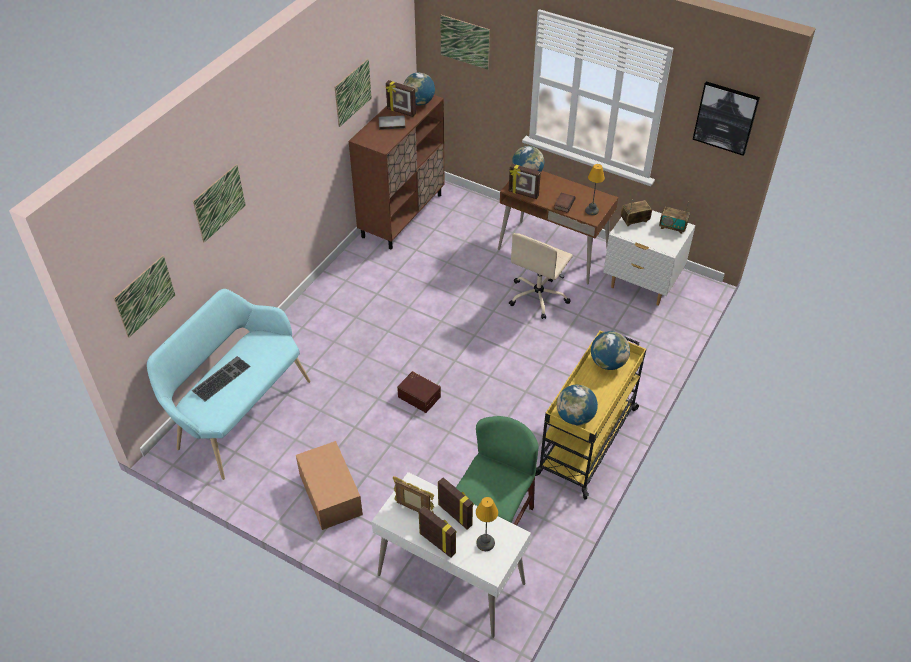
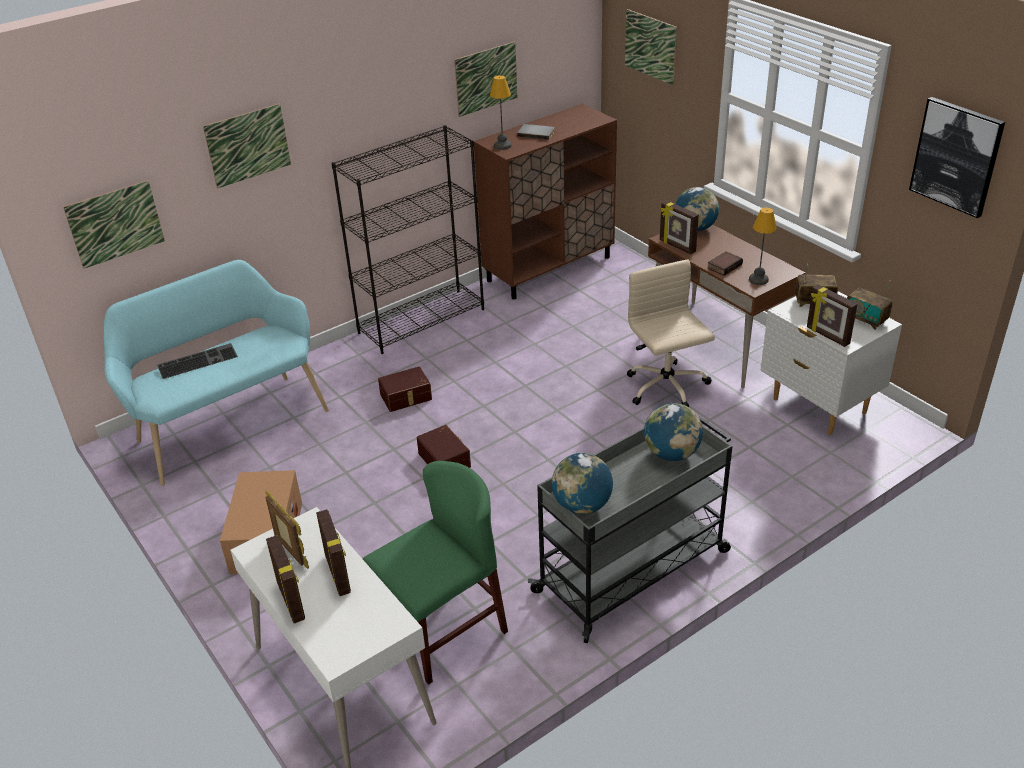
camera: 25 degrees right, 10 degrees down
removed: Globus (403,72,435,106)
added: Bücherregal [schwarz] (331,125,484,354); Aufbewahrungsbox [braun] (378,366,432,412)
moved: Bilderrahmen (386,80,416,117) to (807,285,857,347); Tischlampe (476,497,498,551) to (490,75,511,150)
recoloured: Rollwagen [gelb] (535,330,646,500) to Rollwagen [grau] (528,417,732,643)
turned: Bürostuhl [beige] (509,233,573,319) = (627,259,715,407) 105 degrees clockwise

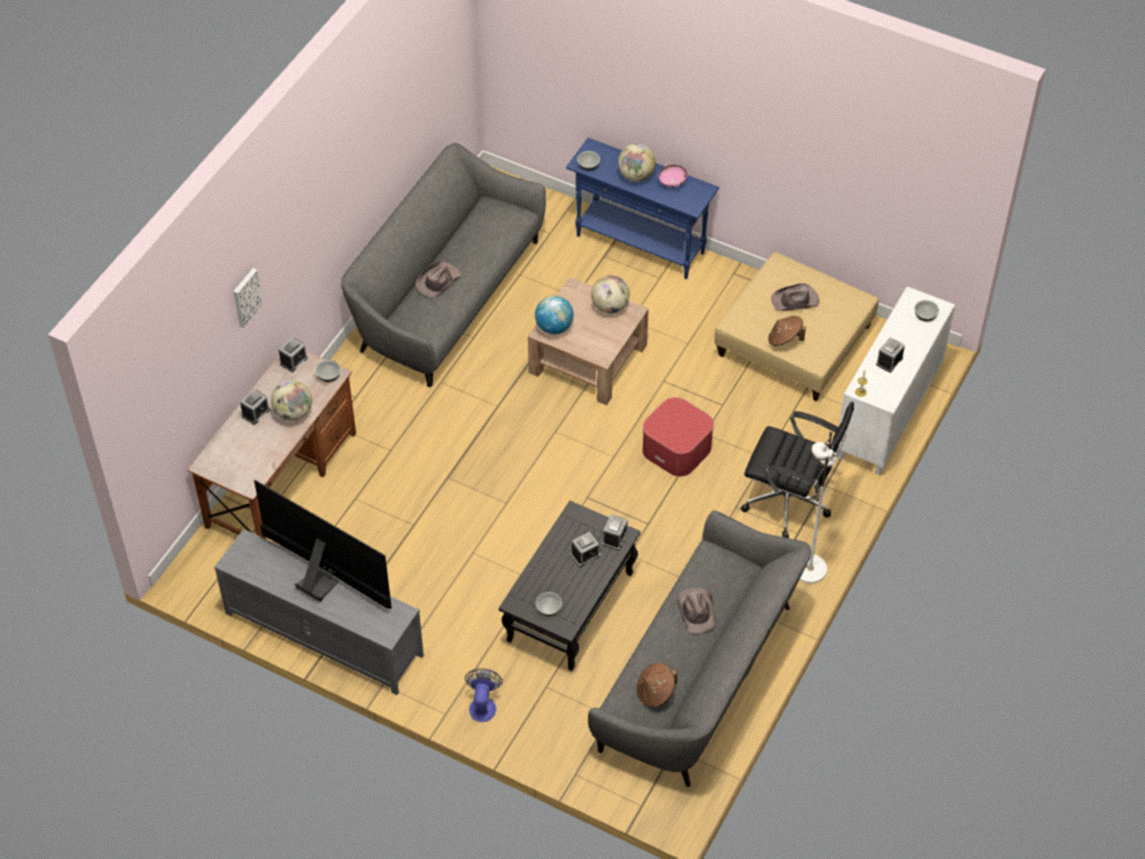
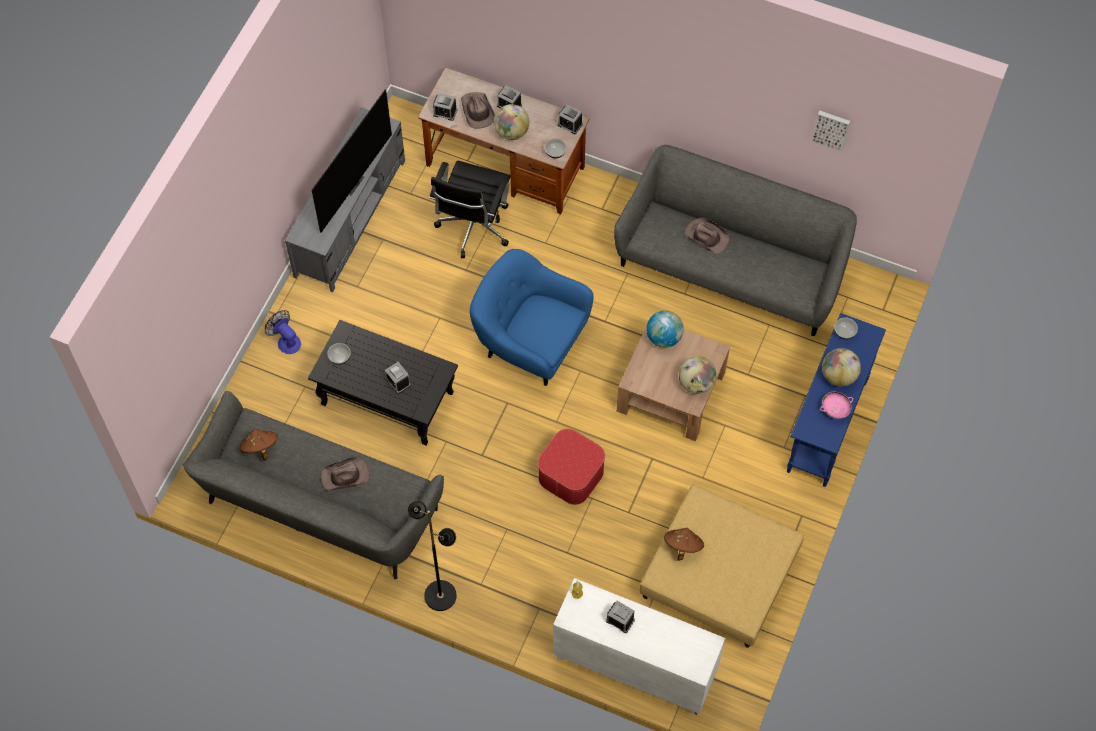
camera: 85 degrees right, 10 degrees up
removed: Schüssel (914,300,939,321)
added: Sessel [blau] (470,249,594,386)
moved: Bild (233,268,263,328) to (812,111,850,152); Wecker (603,515,628,550) to (433,93,457,121); Bürostuhl [schwarz] (741,401,854,538) to (429,161,510,258); Hut [braun] (771,283,819,311) to (461,92,495,128)
recoloured: Stehlampe [weiß] (800,430,837,583) to Stehlampe [schwarz] (408,500,457,611)
turned: Ventilator (465,668,502,722) = (265,310,301,354) 135 degrees counterclockwise

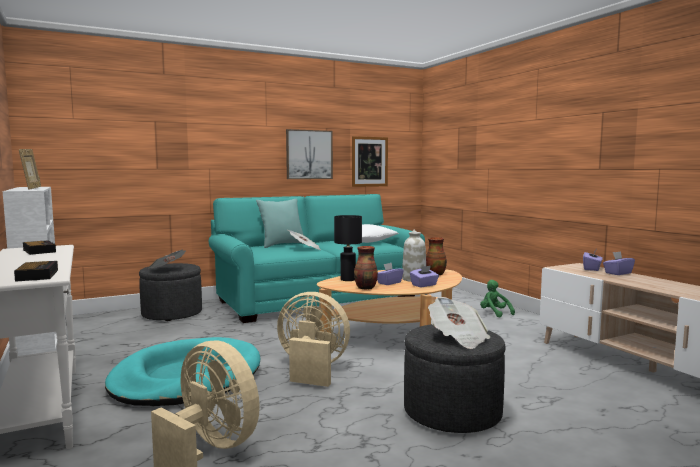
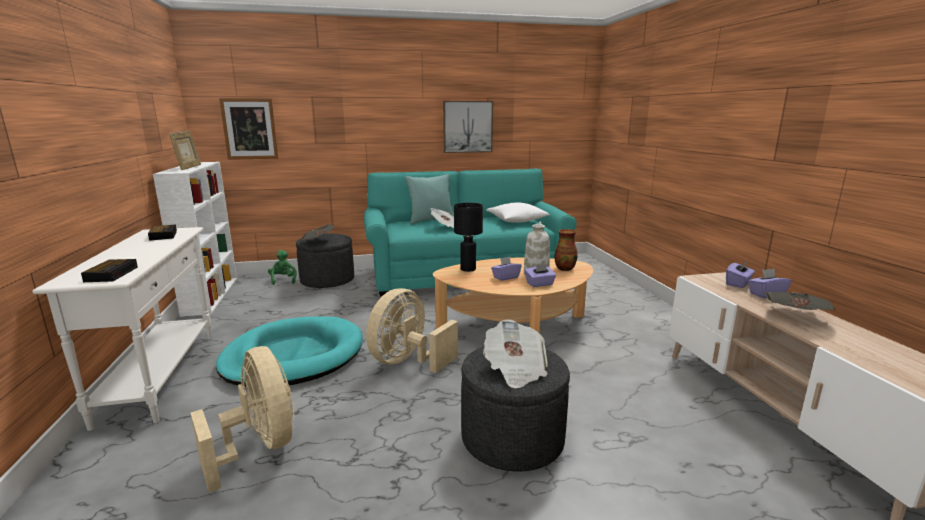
camera: 15 degrees right, 10 degrees up
removed: Vase (354,246,378,289)
added: Zeitung (764,292,836,310)
moved: Bild (352,136,388,187) to (219,98,278,160); Plüschtier [grün] (480,280,515,317) to (268,250,297,285)
turned: Ventilator [beige] (277,292,350,387) = (366,288,458,373) 90 degrees counterclockwise

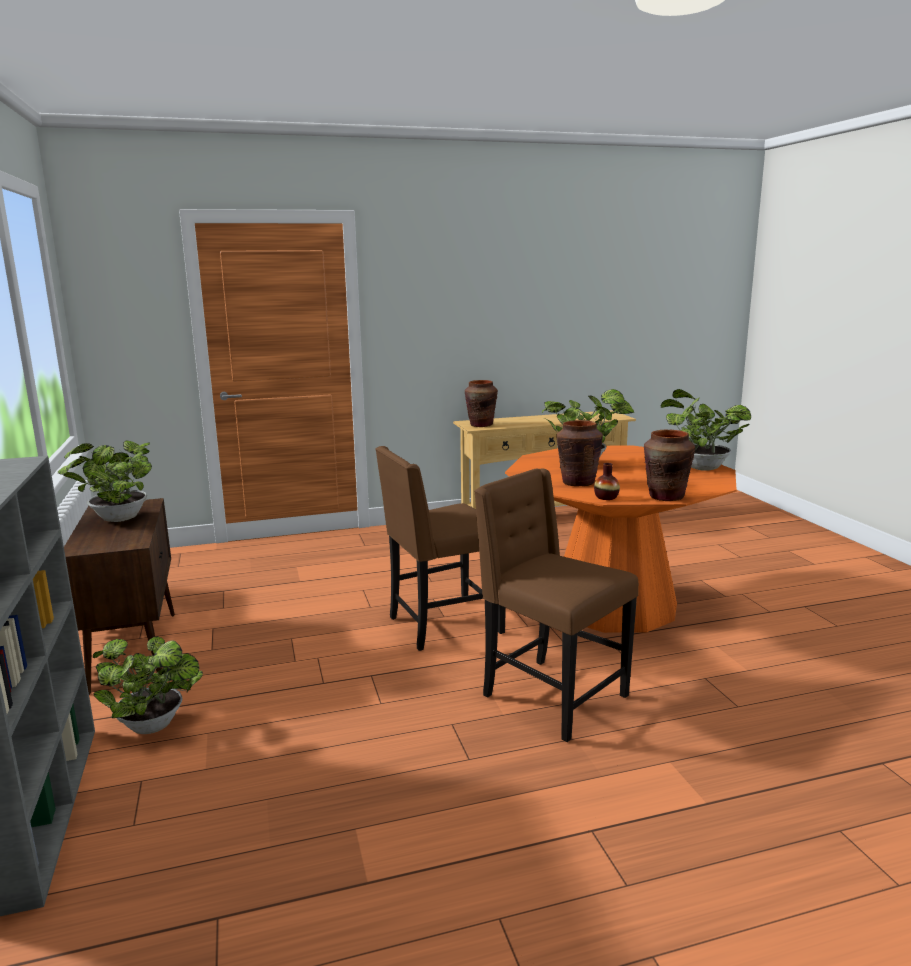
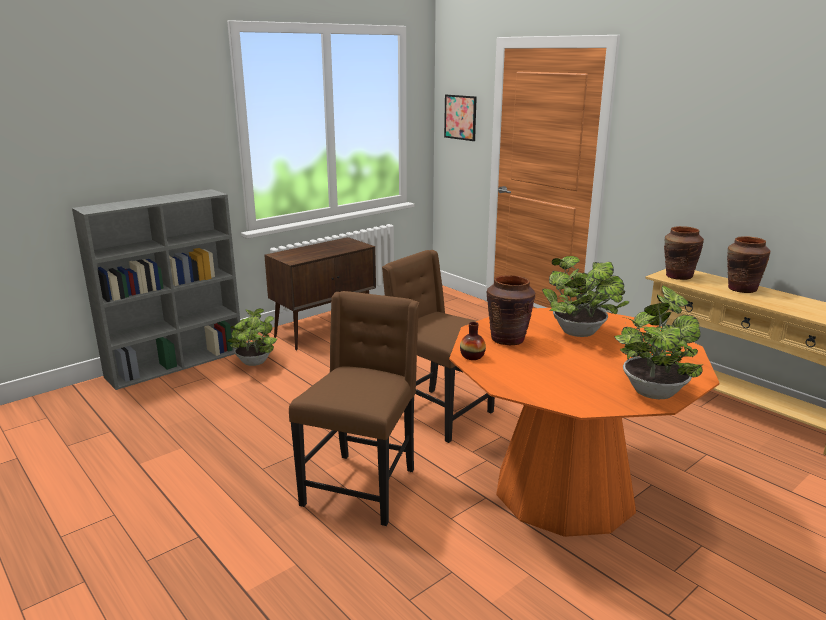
camera: 65 degrees right, 5 degrees up
removed: Topfpflanze (58,440,152,522)
added: Bild (444,95,477,141)
moved: Vase [braun] (644,430,695,501) to (727,236,770,293)

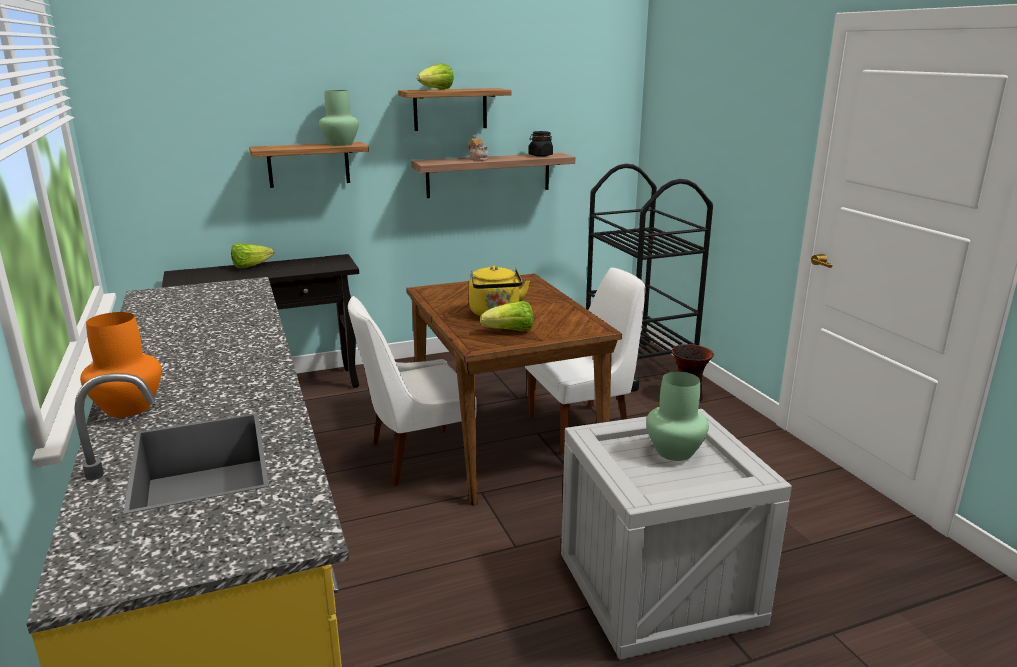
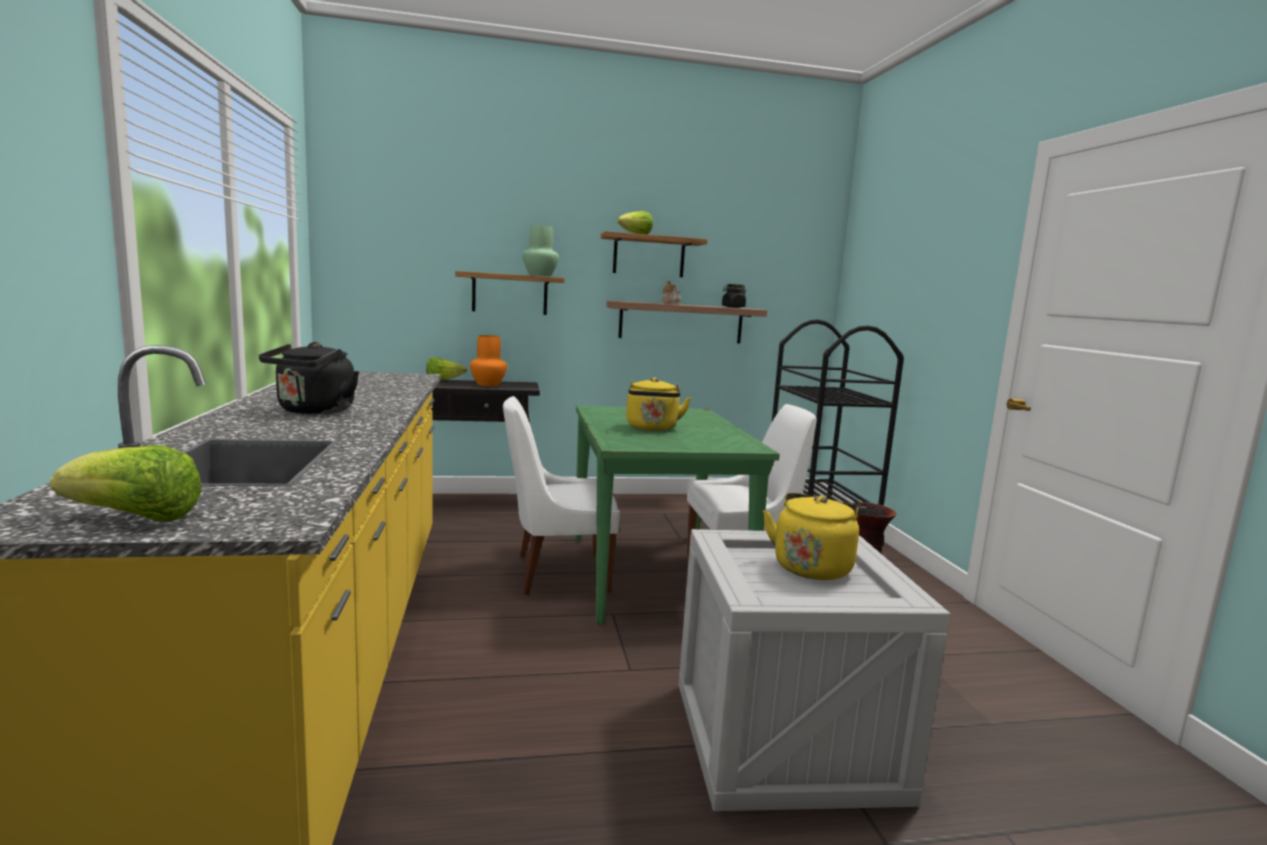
camera: 10 degrees right, 10 degrees down
added: Wasserkessel [schwarz] (259,342,359,415)
moved: Vase [orange] (80,312,161,418) to (470,335,507,386); Salatkopf (480,301,533,332) to (50,445,202,521)
replaced: Vase [grün] (646,372,709,461) to Wasserkessel [gelb] (763,493,867,580)
recoloured: Esstisch [braun] (406,274,622,506) to Esstisch [grün] (575,406,780,624)

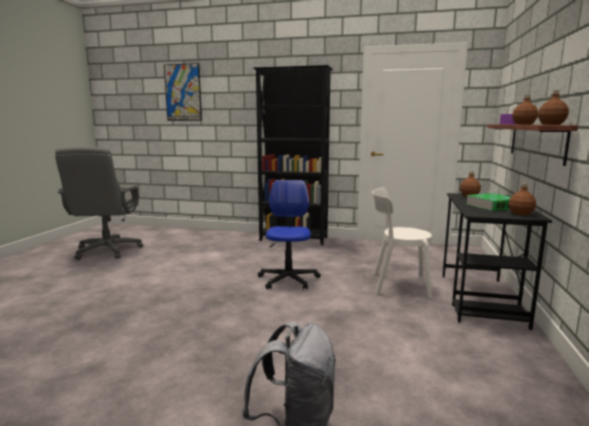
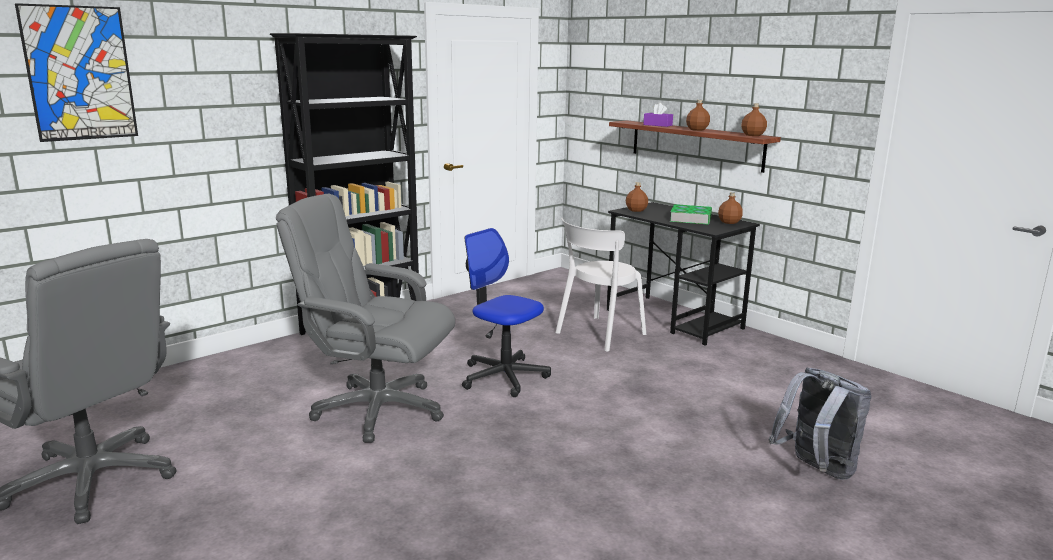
camera: 55 degrees left, 5 degrees up
added: Bürostuhl [grau] (276,194,455,443)

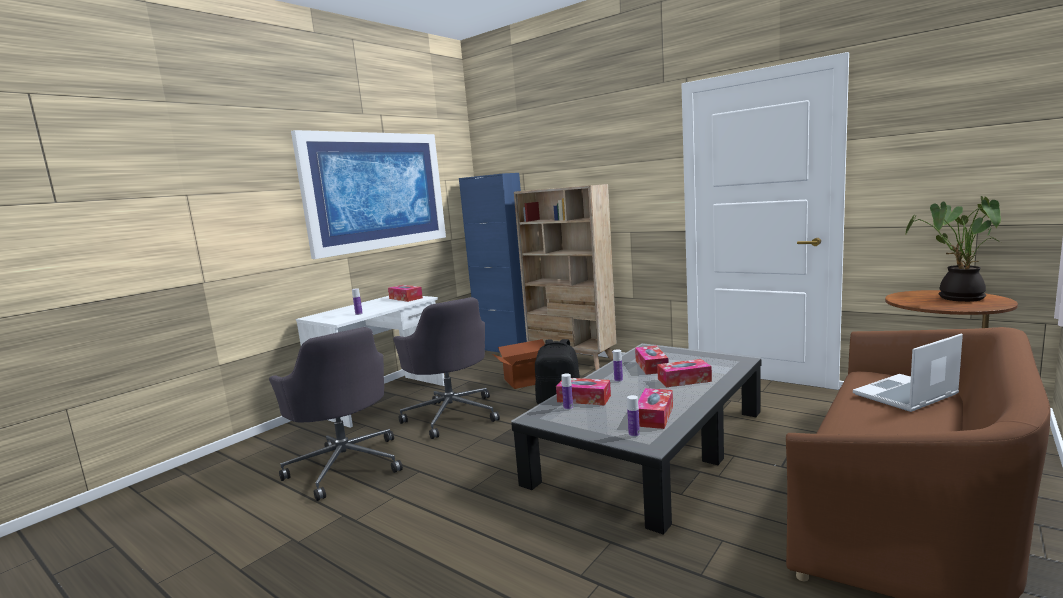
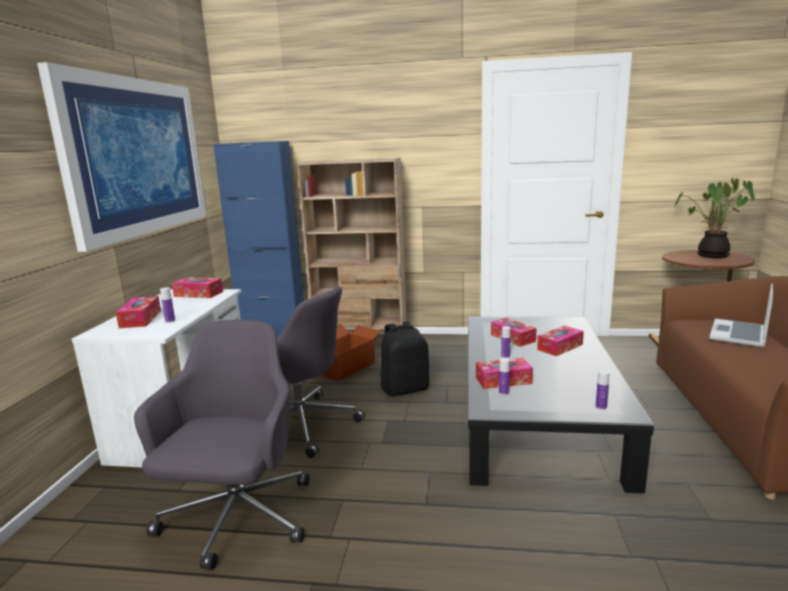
camera: 30 degrees left, 5 degrees up
moved: Taschentuchbox (638,388,673,429) to (116,296,161,328)
turned: Bürostuhl [grau] (269,327,403,501) = (134,320,310,570) 105 degrees counterclockwise

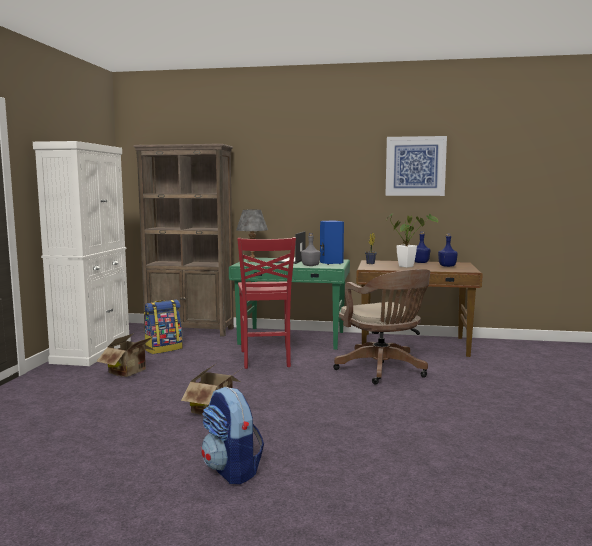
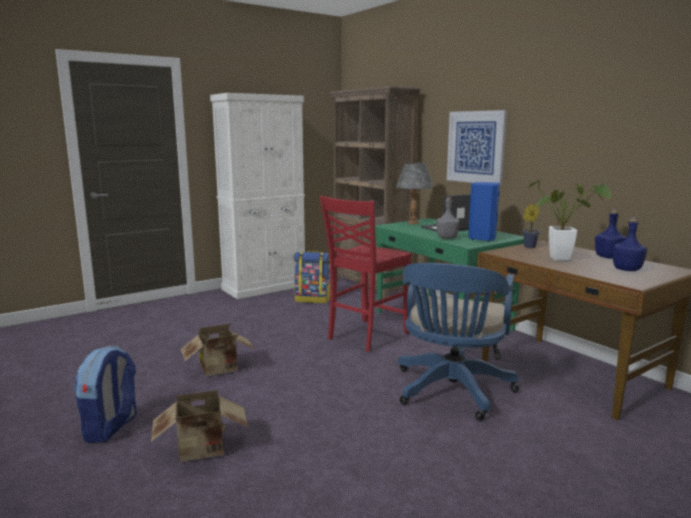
camera: 45 degrees right, 5 degrees up
moved: Karton (96,333,156,377) to (151,390,248,462); Bild (385,136,447,196) to (447,110,507,186)
recoloured: Bürostuhl [braun] (333,269,430,384) to Bürostuhl [blau] (398,263,519,421)

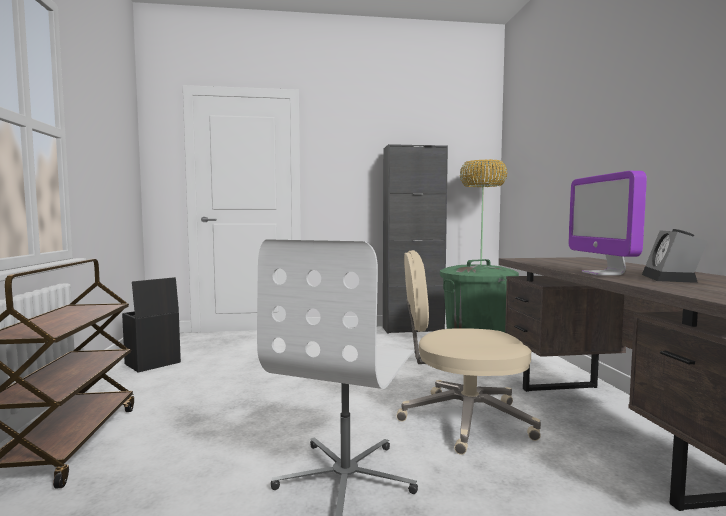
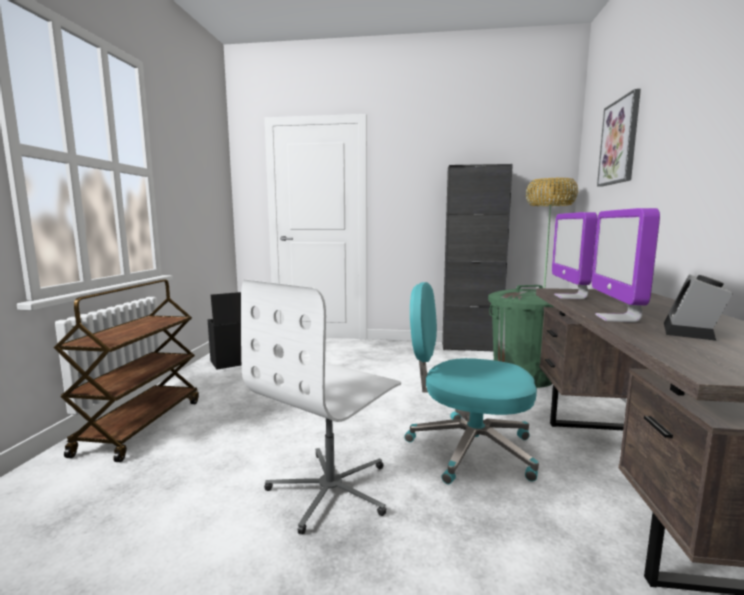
camera: 15 degrees right, 5 degrees up
added: Monitor (552,212,597,299); Bild (597,89,641,187)
recoloured: Bürostuhl [beige] (396,250,541,455) to Bürostuhl [türkis] (404,282,539,484)

